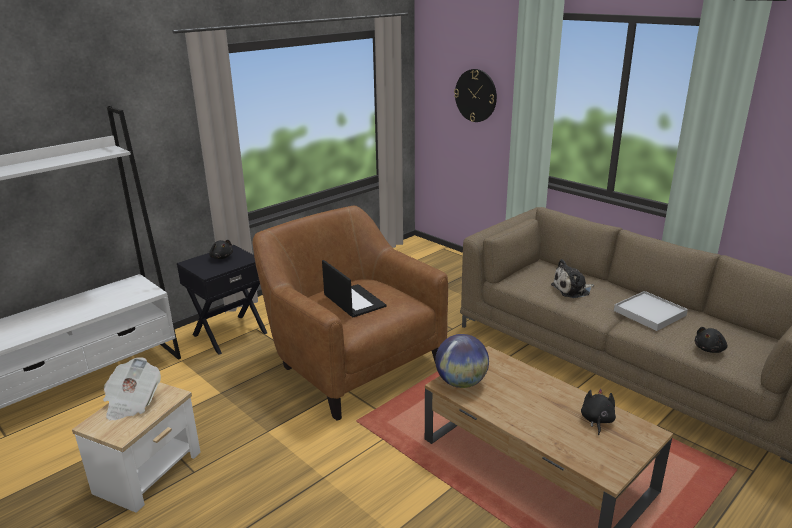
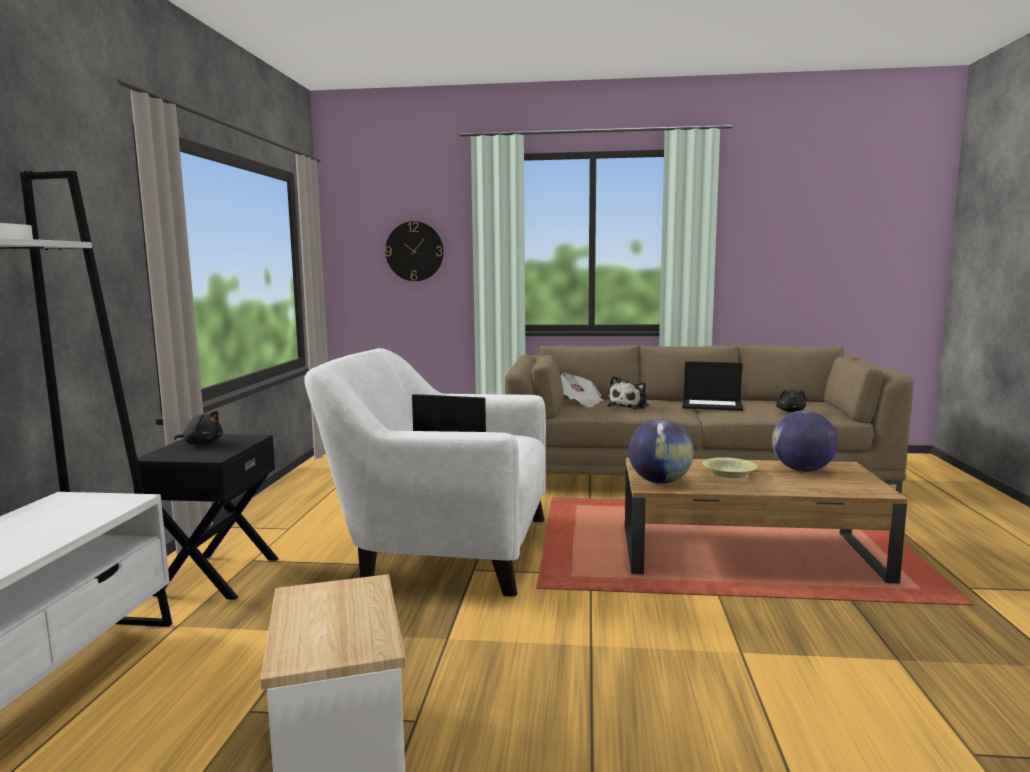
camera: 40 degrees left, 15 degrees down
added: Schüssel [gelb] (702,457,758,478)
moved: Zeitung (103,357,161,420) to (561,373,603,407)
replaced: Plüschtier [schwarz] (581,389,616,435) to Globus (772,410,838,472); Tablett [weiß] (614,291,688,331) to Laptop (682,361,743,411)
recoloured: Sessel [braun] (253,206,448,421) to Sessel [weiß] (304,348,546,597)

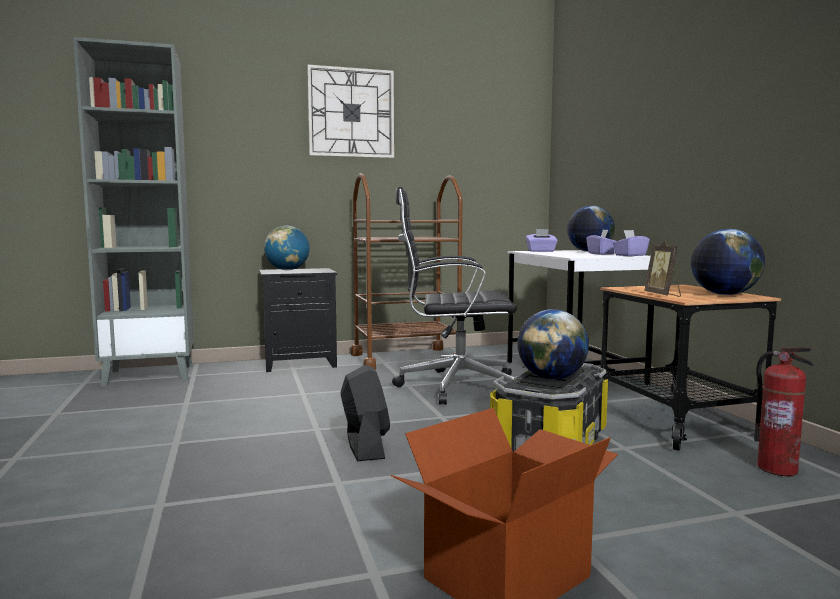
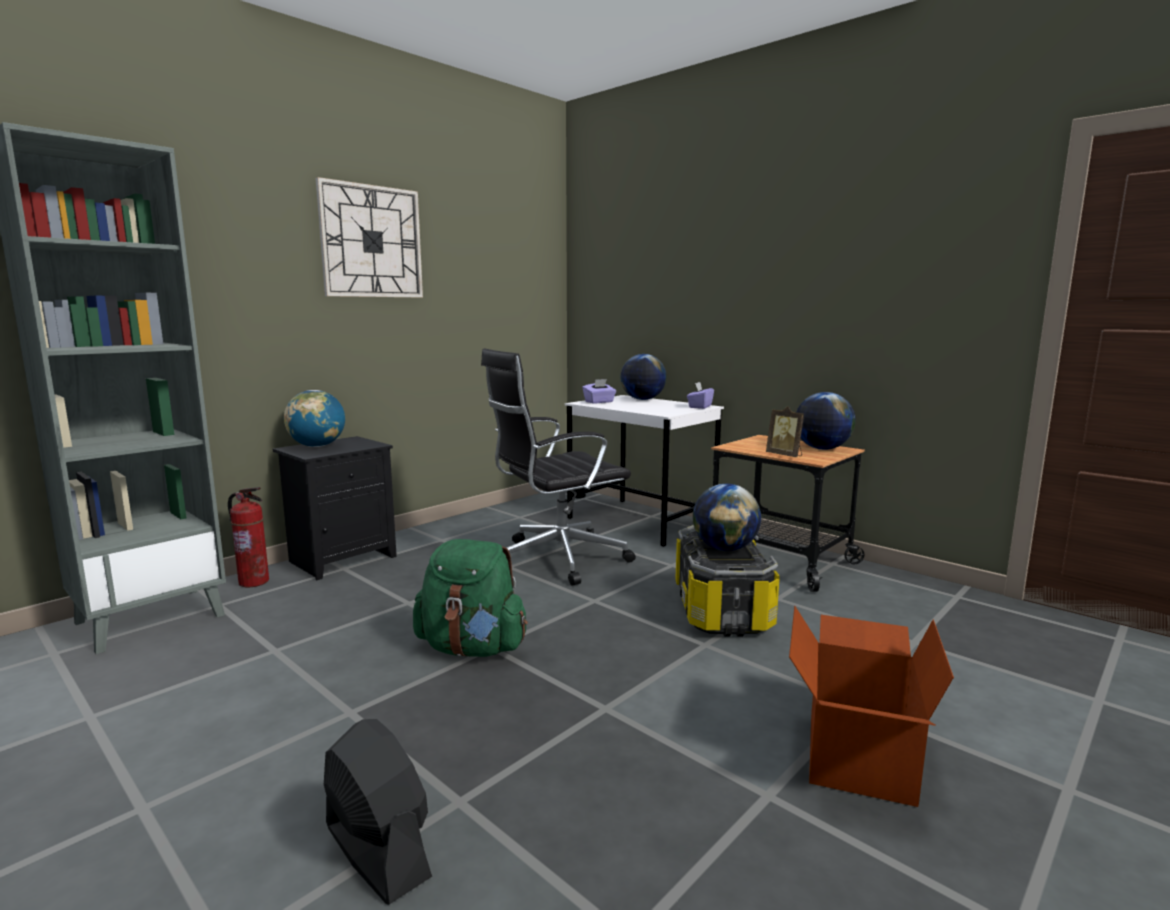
camera: 30 degrees left, 5 degrees up
removed: Rollwagen [braun] (351,173,462,370); Taschentuchbox [lila] (586,230,616,255)
added: Rucksack [grün] (413,539,528,657)
moved: Ventilator [schwarz] (340,365,390,461) to (324,719,432,905); Feuerlöscher (754,347,814,476) to (228,487,269,587)

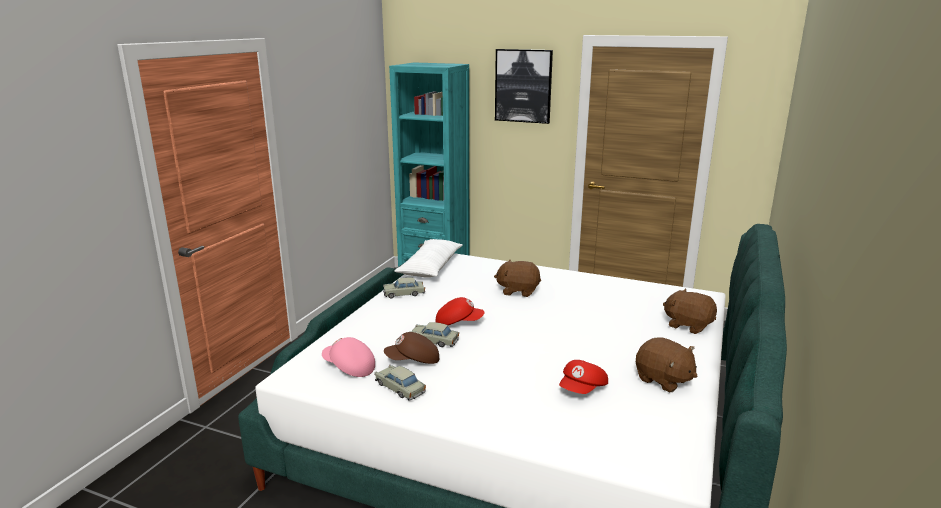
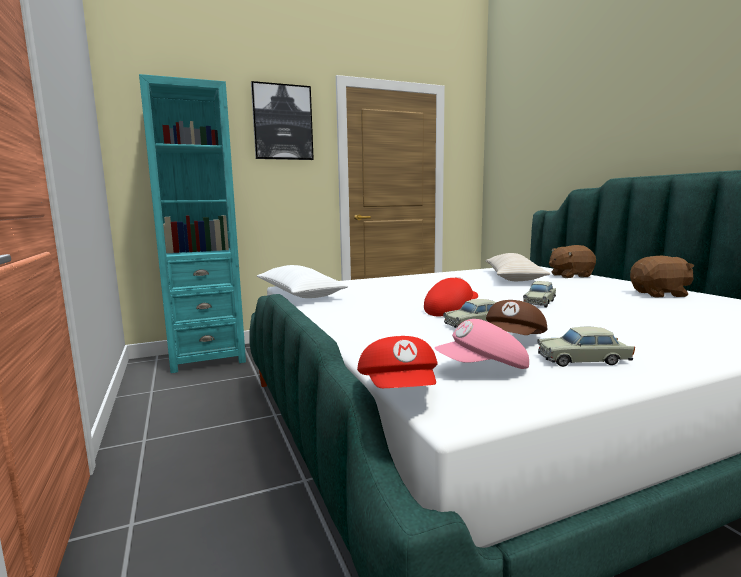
camera: 45 degrees left, 10 degrees down
removed: Plüschtier [braun] (494,259,541,297)
added: Kissen [beige] (485,253,550,281)
moved: Spielzeugauto [beige] (383,277,425,298) to (523,281,556,308); Kappe [rot] (559,360,608,394) to (357,336,438,388)

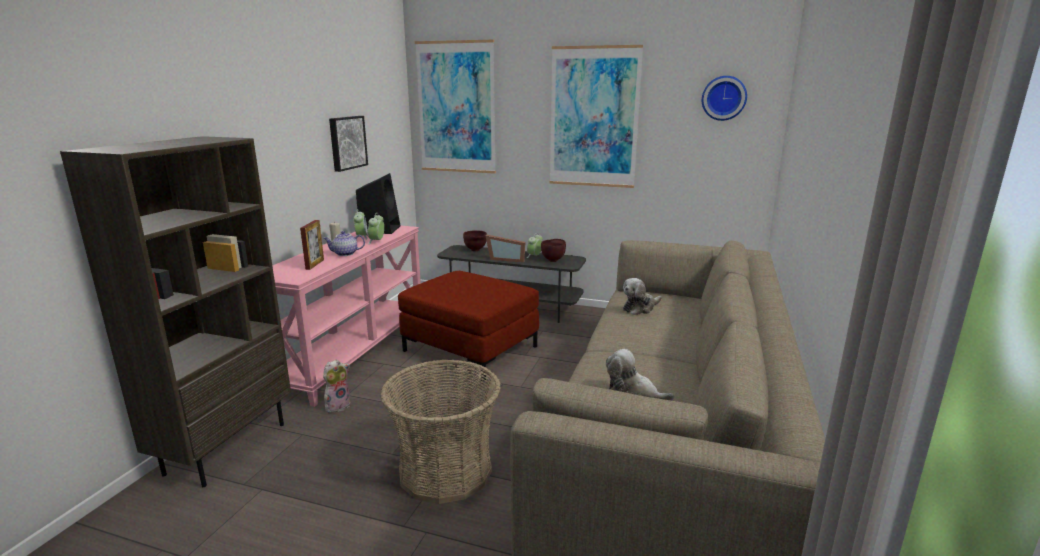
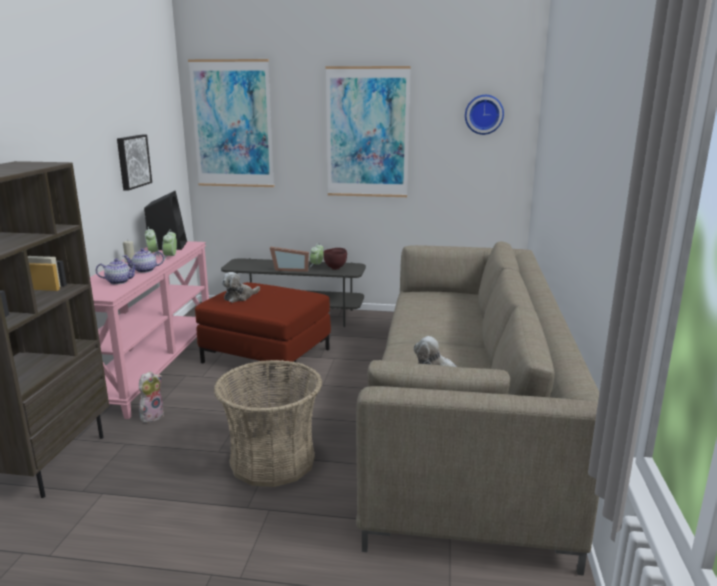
camera: 10 degrees left, 0 degrees up
removed: Schüssel [braun] (463,230,487,251)
moved: Plüschtier (623,278,662,315) to (222,272,260,303)
replaced: Bilderrahmen (300,220,324,270) to Teekanne (96,258,138,285)

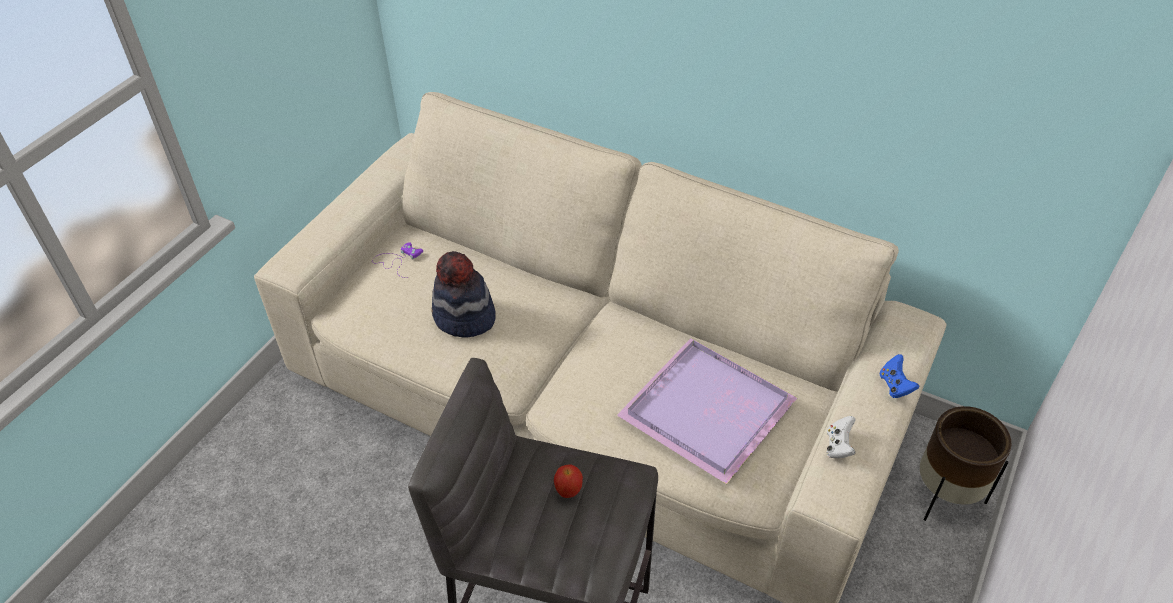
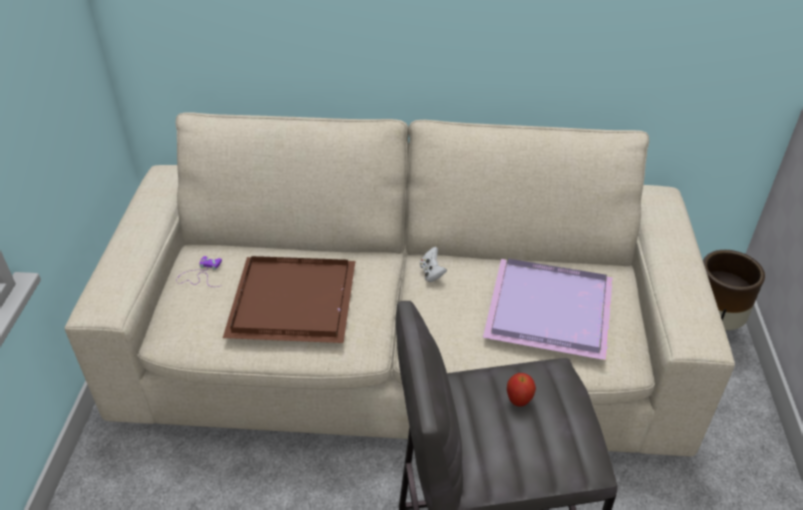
camera: 25 degrees left, 5 degrees down
removed: Gamepad [blau] (880,354,919,398)
moved: Gamepad [weiß] (827,416,856,458) to (420,247,447,282)
replaced: Hut (431,251,496,337) to Tablett [braun] (223,256,355,343)

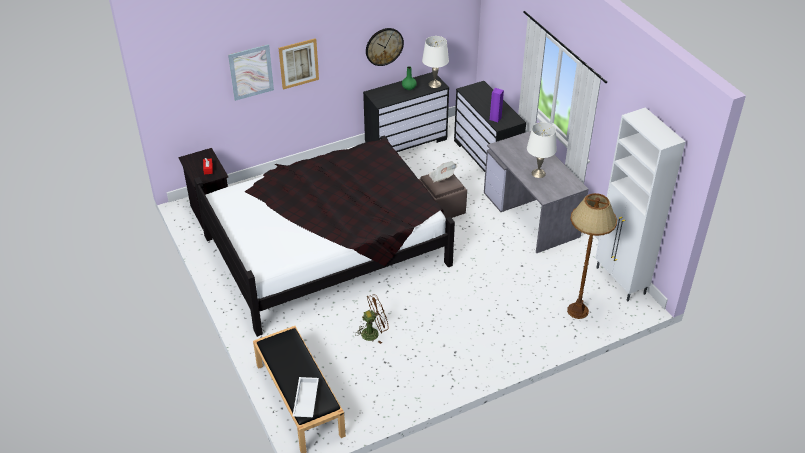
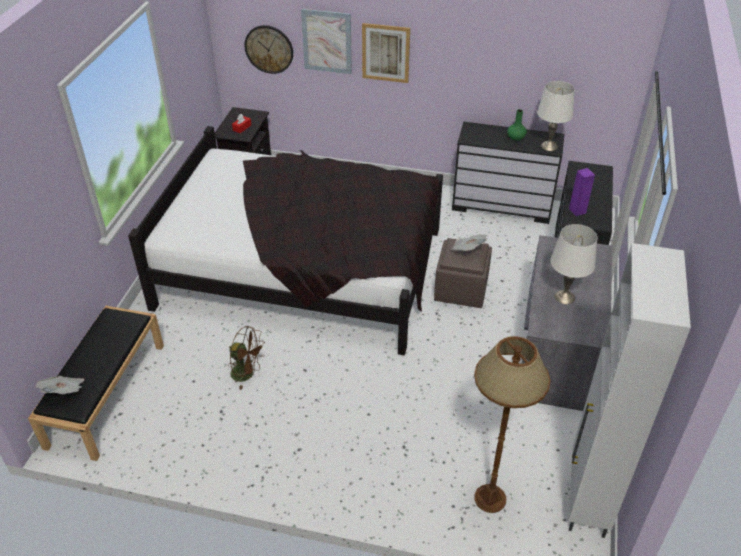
camera: 40 degrees right, 0 degrees up
moved: Wanduhr (366,28,404,66) to (244,25,293,74)
replaced: Tablett [weiß] (293,377,319,417) to Zeitung (36,376,84,394)

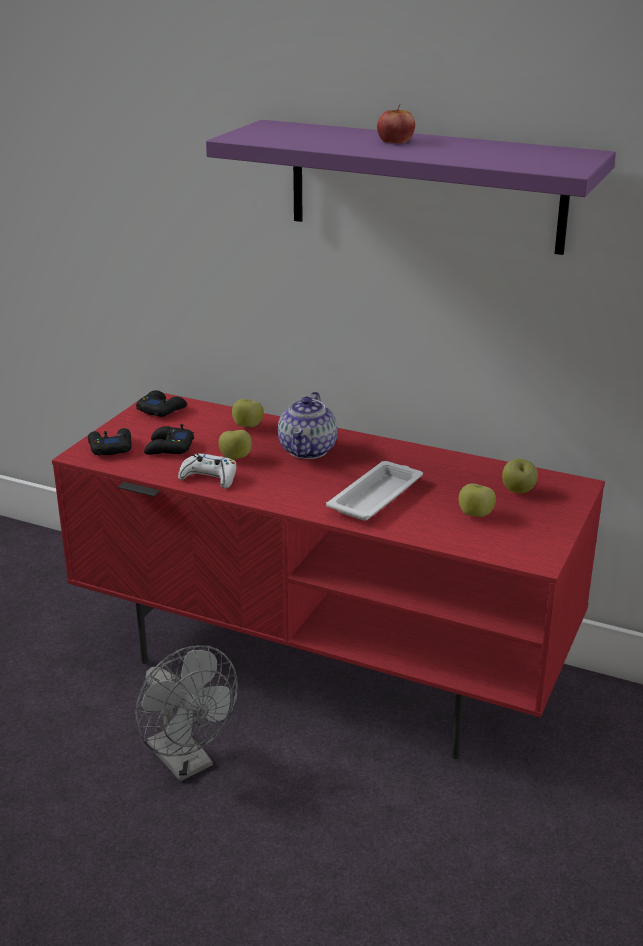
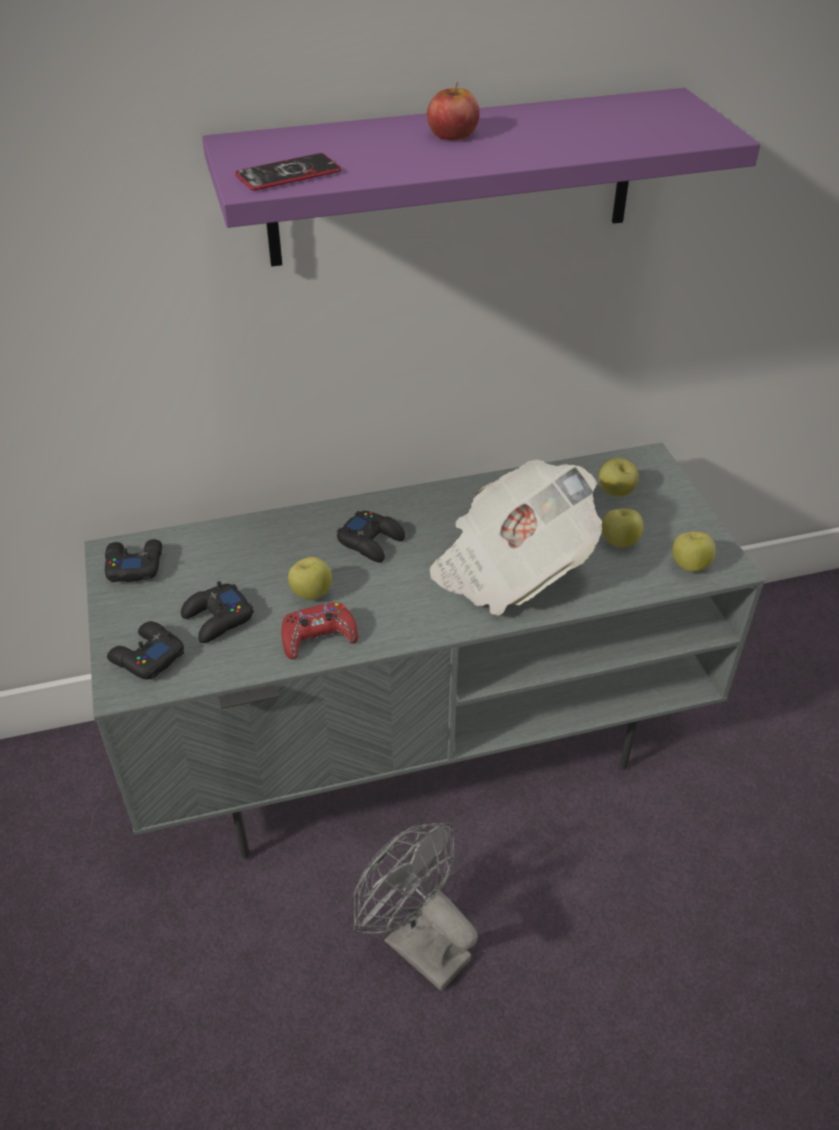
camera: 40 degrees left, 15 degrees up
added: Handy (235,153,341,190)
moved: Apfel (232,399,264,427) to (672,532,716,572)
replaced: Teekanne (278,392,337,459) to Gamepad [schwarz] (337,511,405,563); Tablett [weiß] (326,461,423,521) to Zeitung (430,459,602,616)
recoloured: Fernsehschrank [rot] (52,393,605,759) to Fernsehschrank [grau] (84,443,765,860); Gamepad [weiß] (178,454,236,489) to Gamepad [rot] (282,602,358,659)
turned: Ventilator [grau] (135,645,238,782) = (354,822,478,991) 150 degrees counterclockwise

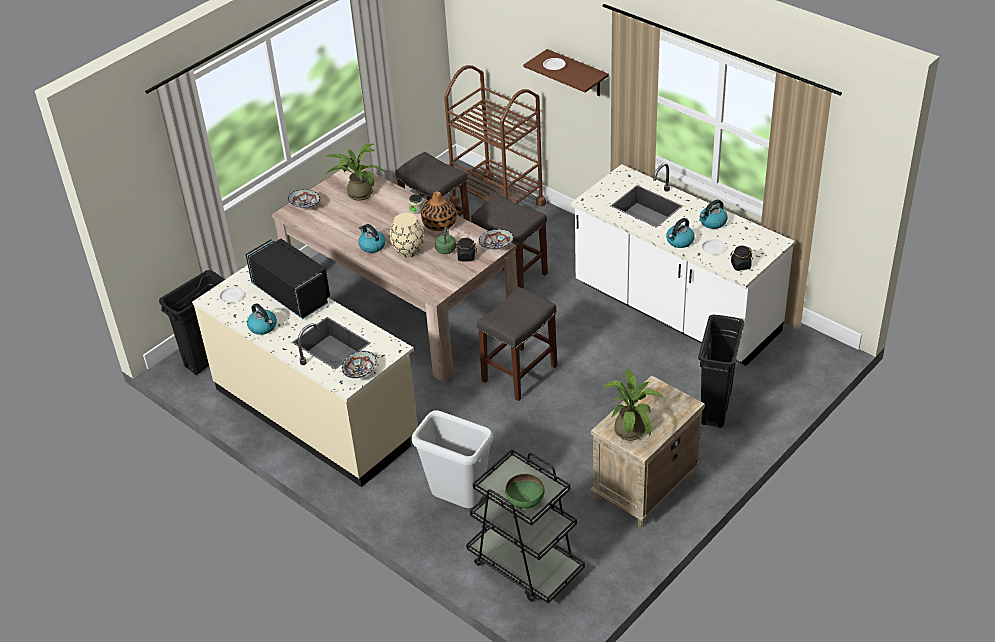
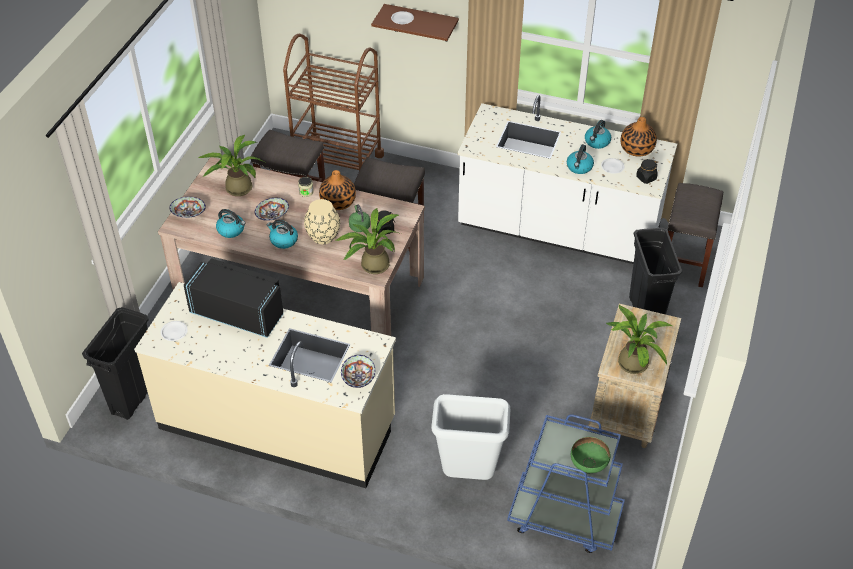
camera: 25 degrees left, 5 degrees up
added: Topfpflanze (336,208,401,274); Vase (621,117,657,157)
moved: Wasserkessel (247,303,277,335) to (216,209,246,238); Hocker [grau] (477,287,557,401) to (667,183,723,287); Schüssel (479,229,514,250) to (255,198,289,221)
recoloured: Rollwagen [schwarz] (466,449,585,603) to Rollwagen [blau] (507,414,625,553)

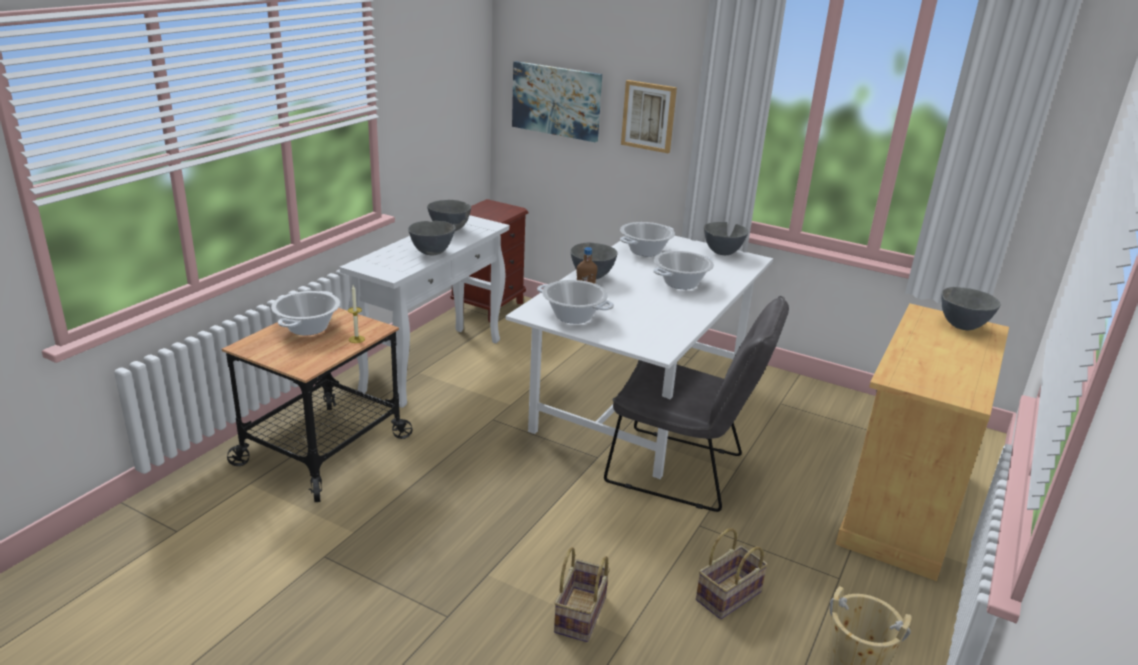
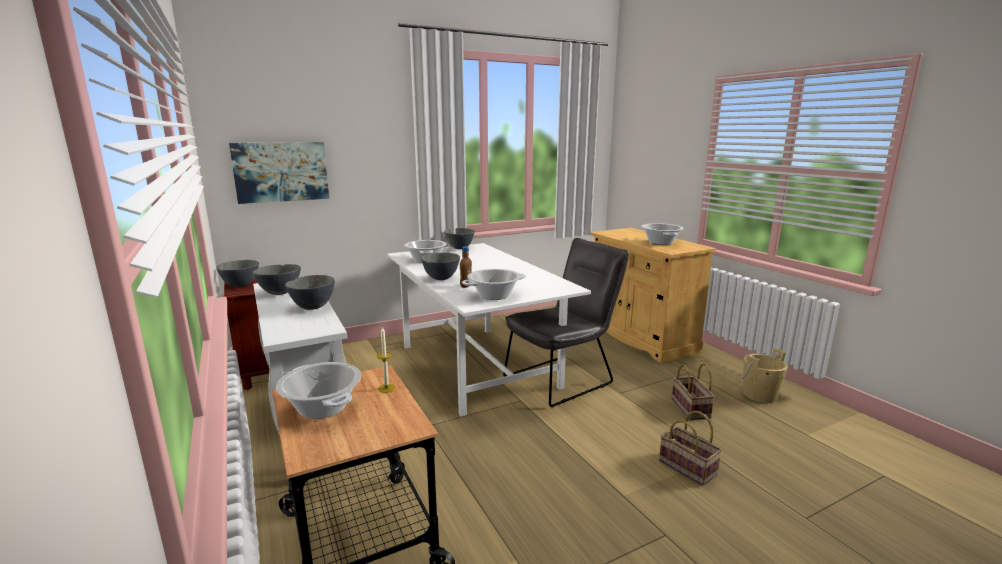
camera: 55 degrees left, 10 degrees down
removed: Bild (621,80,677,153)
moved: Kochtopf (653,251,714,289) to (641,223,684,245); Schüssel [grau] (941,287,1001,330) to (216,260,259,287)

